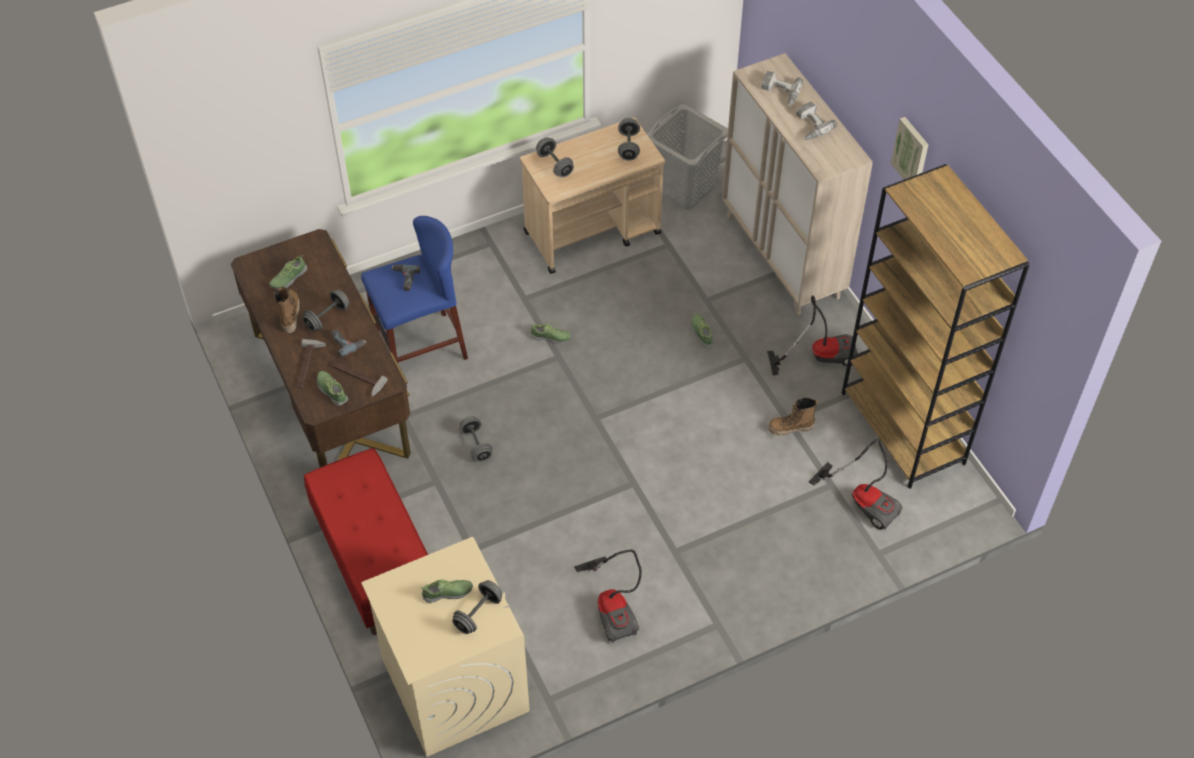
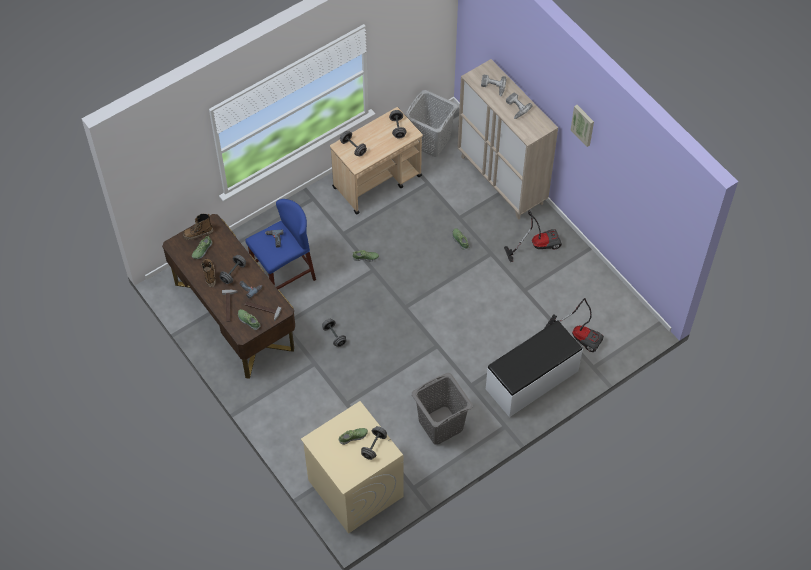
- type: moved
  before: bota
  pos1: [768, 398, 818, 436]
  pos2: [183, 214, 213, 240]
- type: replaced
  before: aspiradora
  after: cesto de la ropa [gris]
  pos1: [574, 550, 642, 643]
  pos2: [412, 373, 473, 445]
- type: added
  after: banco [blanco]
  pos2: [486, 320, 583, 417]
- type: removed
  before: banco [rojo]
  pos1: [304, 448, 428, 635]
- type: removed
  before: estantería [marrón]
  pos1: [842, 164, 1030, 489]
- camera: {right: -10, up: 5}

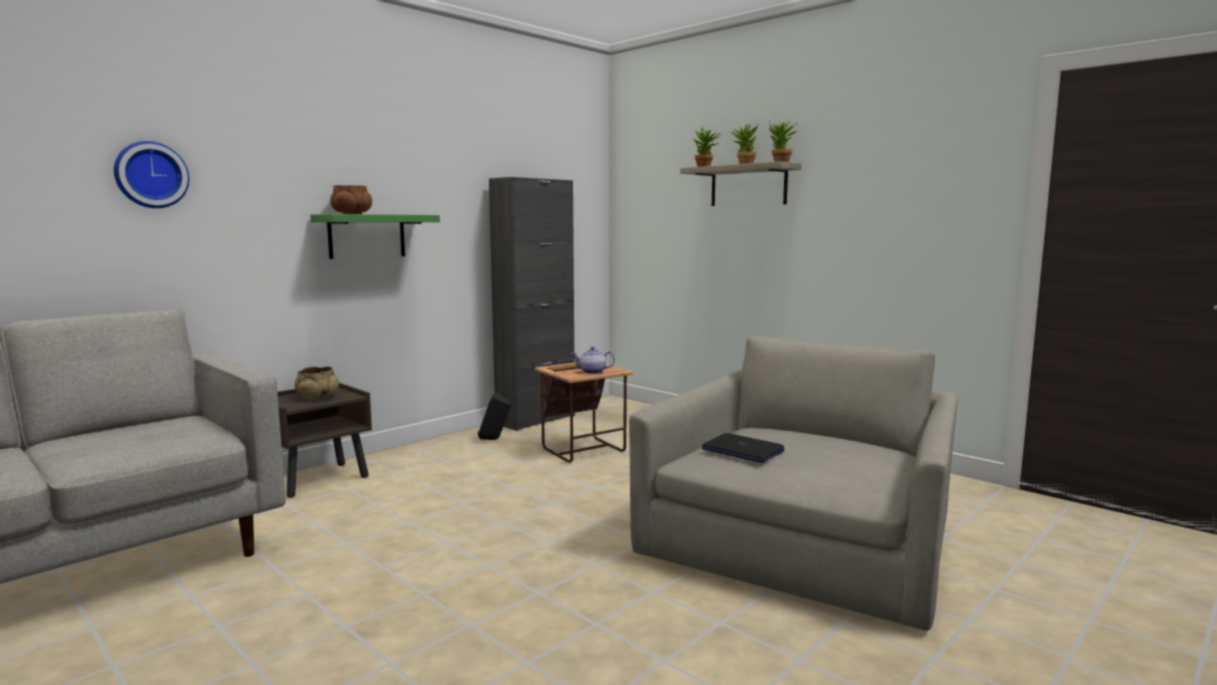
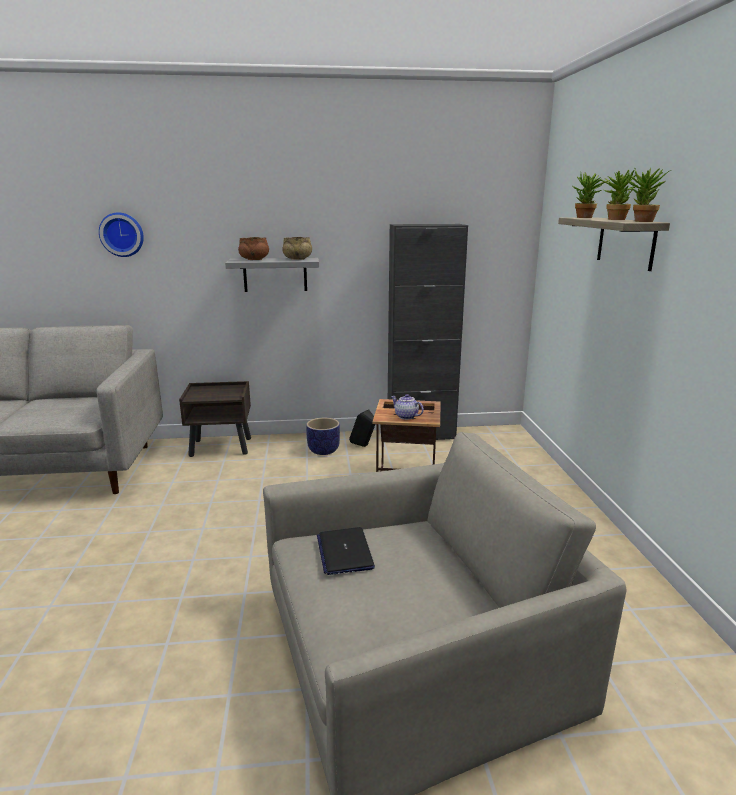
- type: recoloured
  before: estante [verde]
  after: estante [gris]
  pos1: [310, 214, 440, 259]
  pos2: [225, 258, 319, 292]
- type: moved
  before: cuenco [beis]
  pos1: [295, 367, 339, 400]
  pos2: [282, 237, 312, 260]
- type: added
  after: maceta
  pos2: [306, 418, 340, 455]
- camera: {right: 40, up: 10}

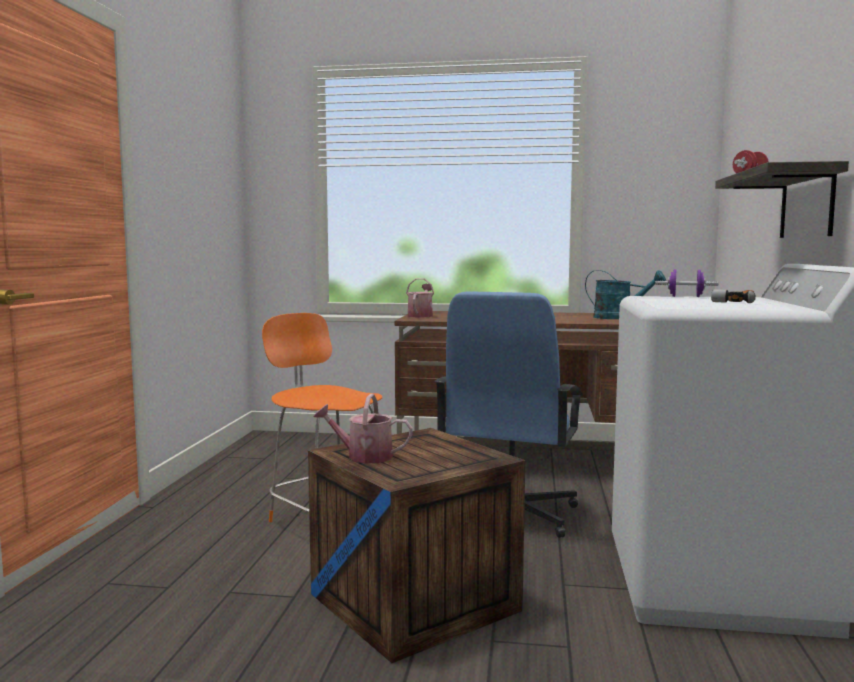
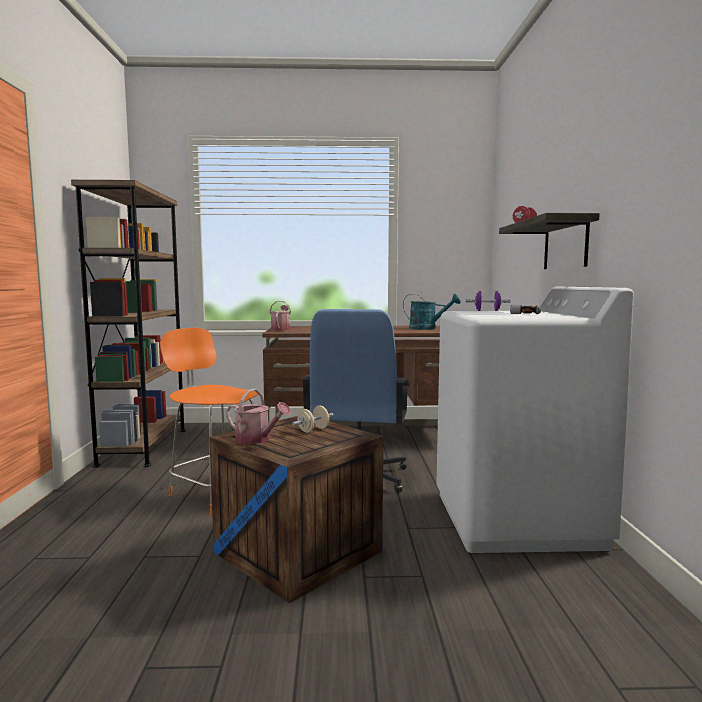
- type: added
  after: estantería [marrón]
  pos2: [71, 180, 186, 467]
- type: turned
  before: regadera
  pos1: [314, 394, 413, 464]
  pos2: [226, 389, 291, 444]
  turn: -150
- type: added
  after: mancuerna [beis]
  pos2: [292, 406, 334, 433]
- camera: {right: -10, up: 0}

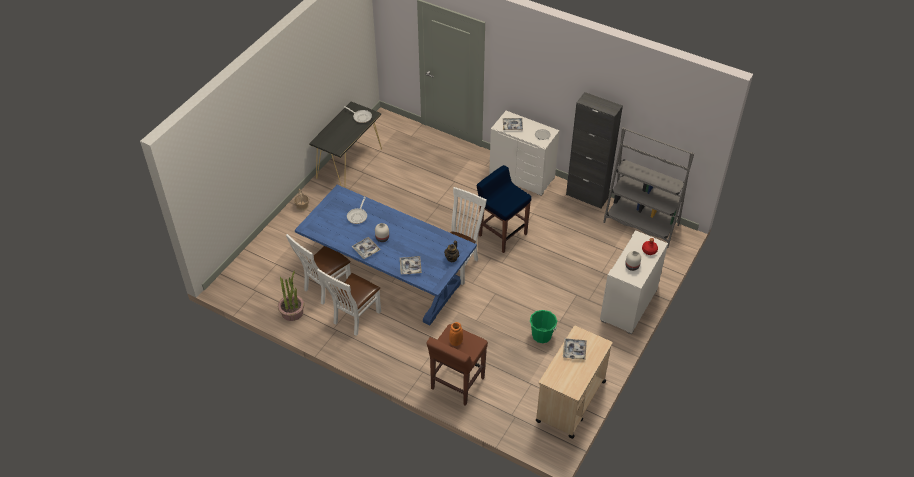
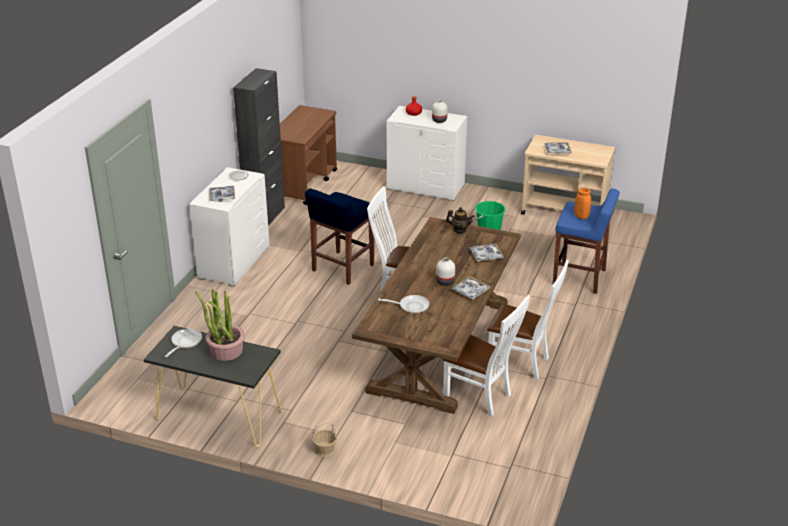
- type: moved
  before: planta en maceta
  pos1: [278, 270, 304, 321]
  pos2: [195, 289, 245, 361]
- type: replaced
  before: estantería [gris]
  after: carrito [marrón]
  pos1: [603, 127, 694, 248]
  pos2: [280, 105, 337, 205]
- type: recoloured
  before: mesa de comedor [azul]
  after: mesa de comedor [marrón]
  pos1: [295, 185, 477, 325]
  pos2: [352, 217, 521, 414]
- type: recoloured
  before: taburete [marrón]
  after: taburete [azul]
  pos1: [426, 324, 488, 406]
  pos2: [553, 188, 620, 294]
- camera: {right: -100, up: -15}

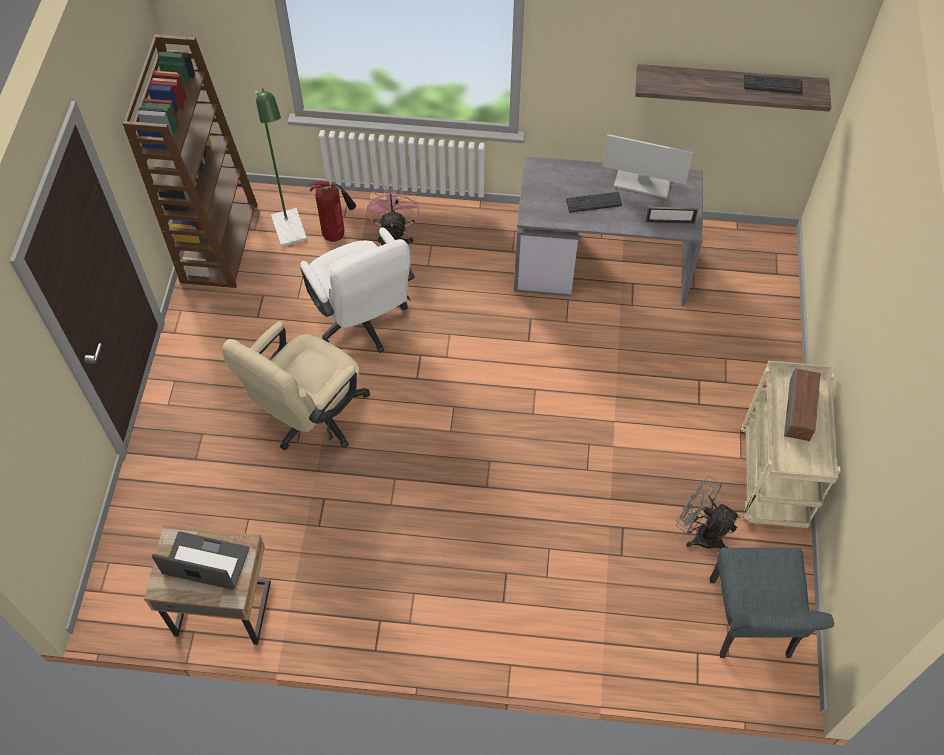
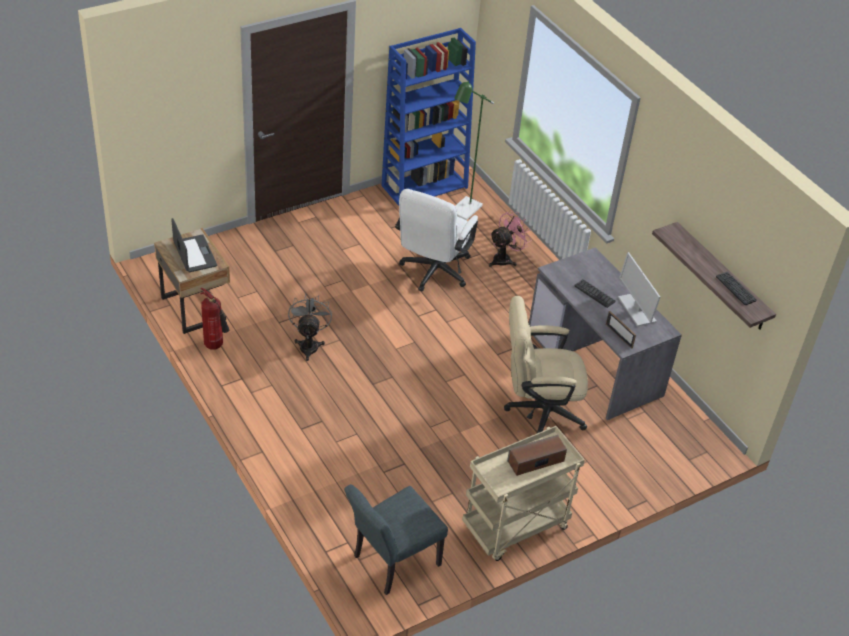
- type: moved
  before: extintor
  pos1: [309, 180, 356, 242]
  pos2: [200, 288, 229, 350]
- type: moved
  before: ventilador [gris]
  pos1: [676, 476, 740, 549]
  pos2: [288, 294, 332, 361]
- type: recoloured
  before: estantería [marrón]
  after: estantería [azul]
  pos1: [123, 34, 258, 288]
  pos2: [382, 28, 476, 206]
- type: moved
  before: silla de oficina [beis]
  pos1: [222, 321, 370, 451]
  pos2: [504, 296, 588, 433]
- camera: {right: 50, up: -15}

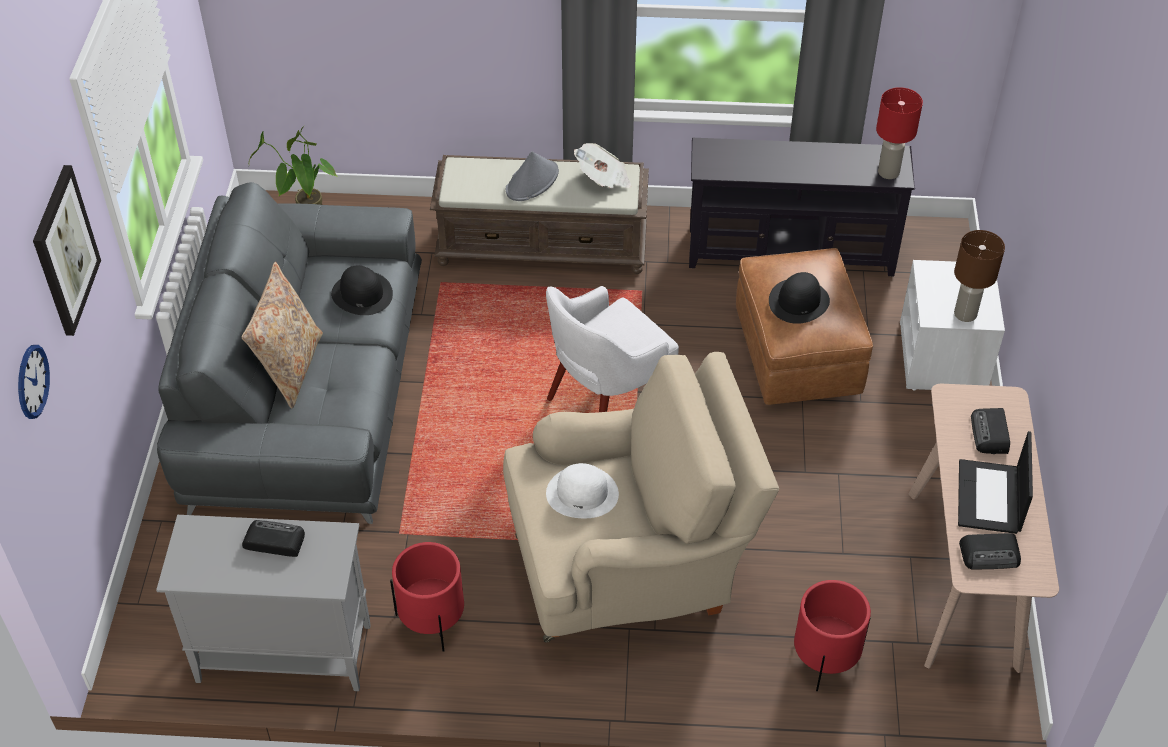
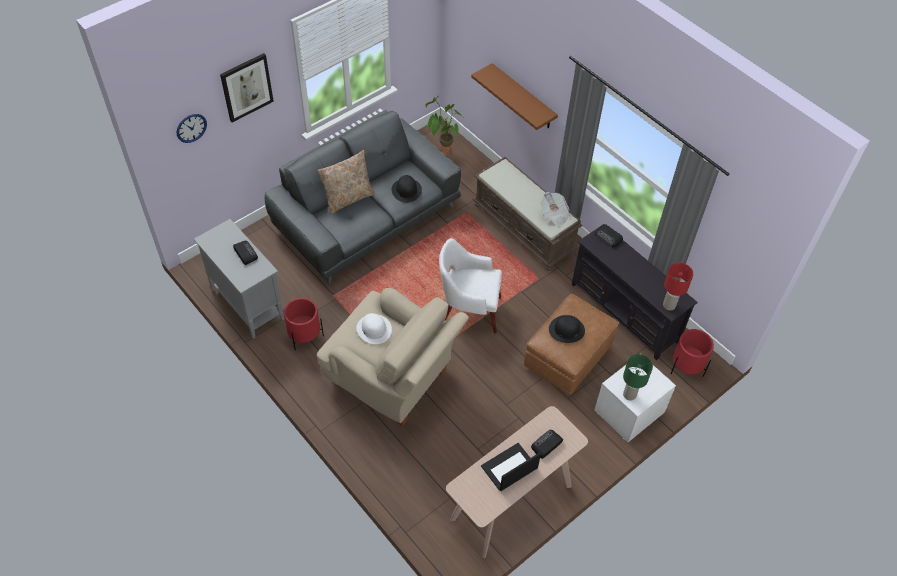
- type: added
  after: estante [marrón]
  pos2: [471, 63, 558, 130]
- type: moved
  before: radio
  pos1: [959, 533, 1021, 569]
  pos2: [595, 224, 623, 248]
- type: recoloured
  before: lámpara de mesa [marrón]
  after: lámpara de mesa [verde]
  pos1: [954, 230, 1005, 322]
  pos2: [623, 354, 653, 401]
- type: moved
  before: maceta [rojo]
  pos1: [794, 580, 871, 691]
  pos2: [671, 329, 714, 377]
- type: removed
  before: sombrero [gris]
  pos1: [506, 151, 559, 201]
- camera: {right: 45, up: 5}

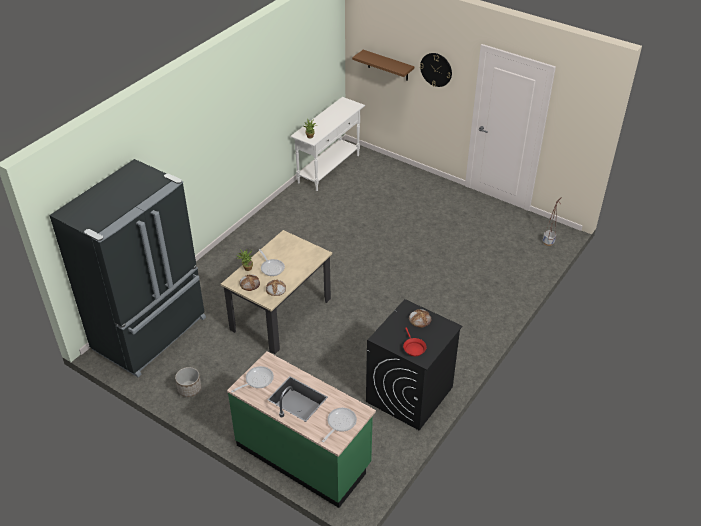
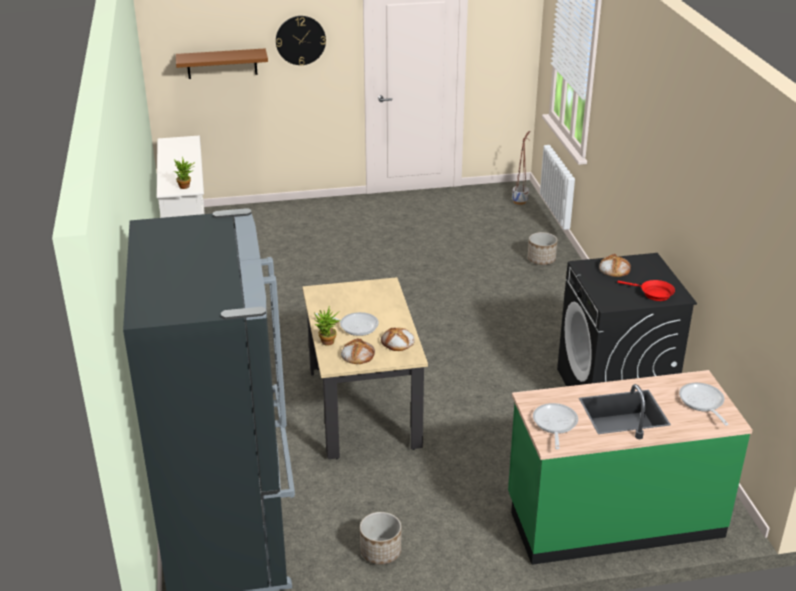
- type: added
  after: maceta
  pos2: [528, 232, 557, 265]
- camera: {right: -45, up: -10}

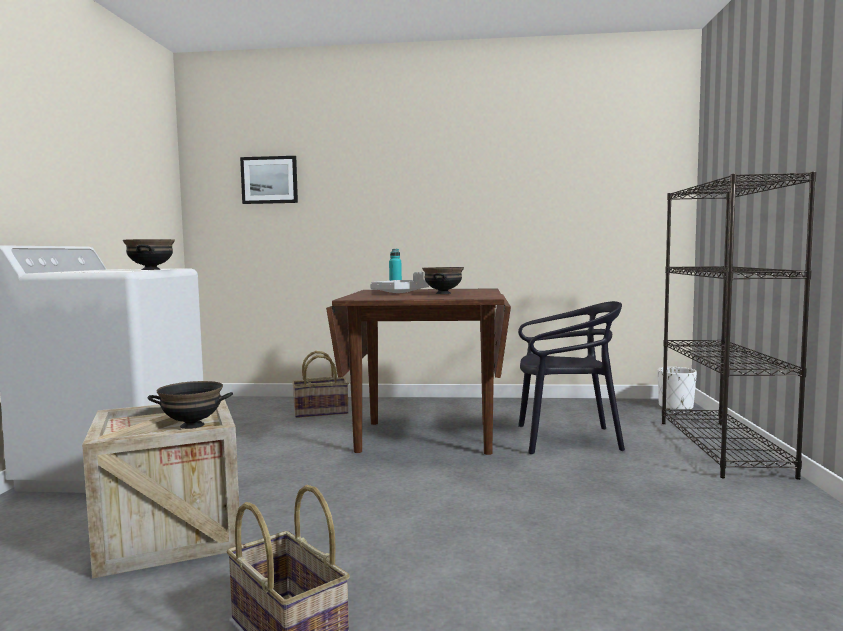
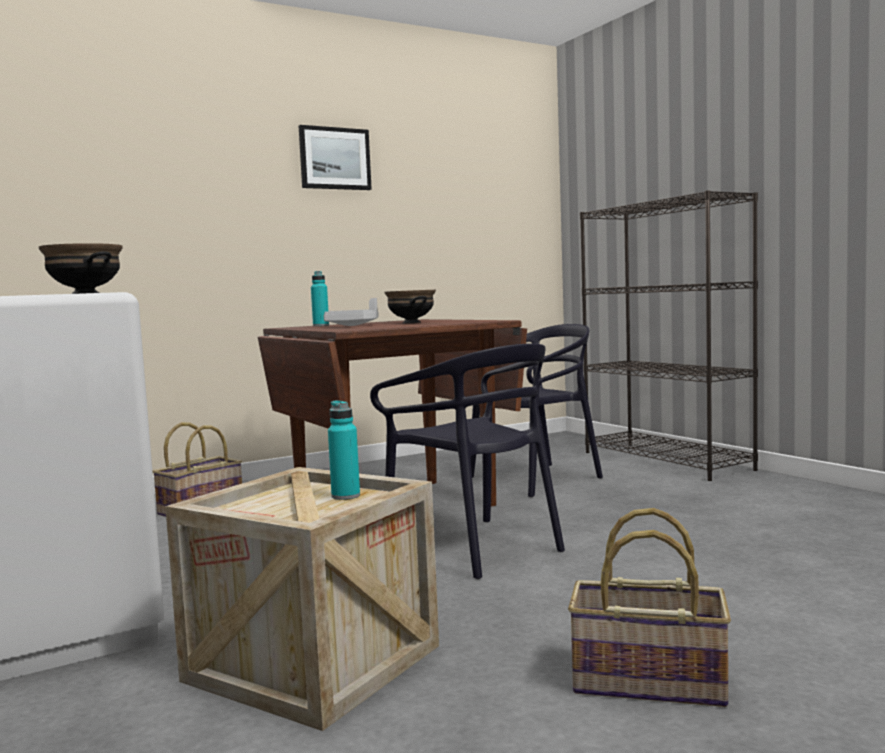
- type: moved
  before: cuadro
  pos1: [240, 156, 298, 204]
  pos2: [299, 125, 372, 190]
- type: replaced
  before: cuenco [negro]
  after: botella [turquesa]
  pos1: [148, 381, 233, 429]
  pos2: [328, 400, 360, 500]
- type: added
  after: silla [negro]
  pos2: [370, 343, 565, 579]
- type: removed
  before: maceta [blanco]
  pos1: [657, 367, 697, 410]
- camera: {right: -35, up: 0}

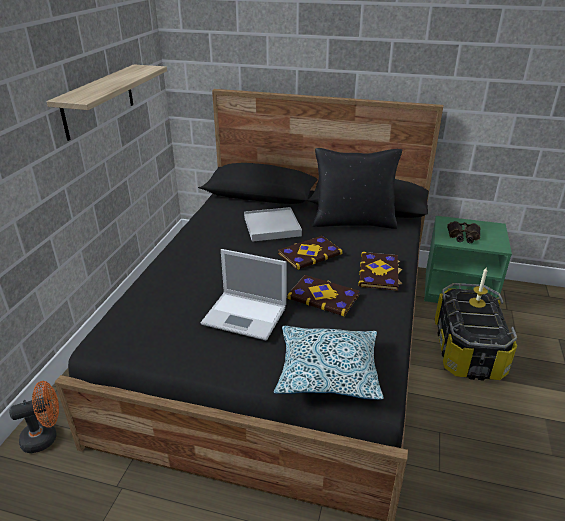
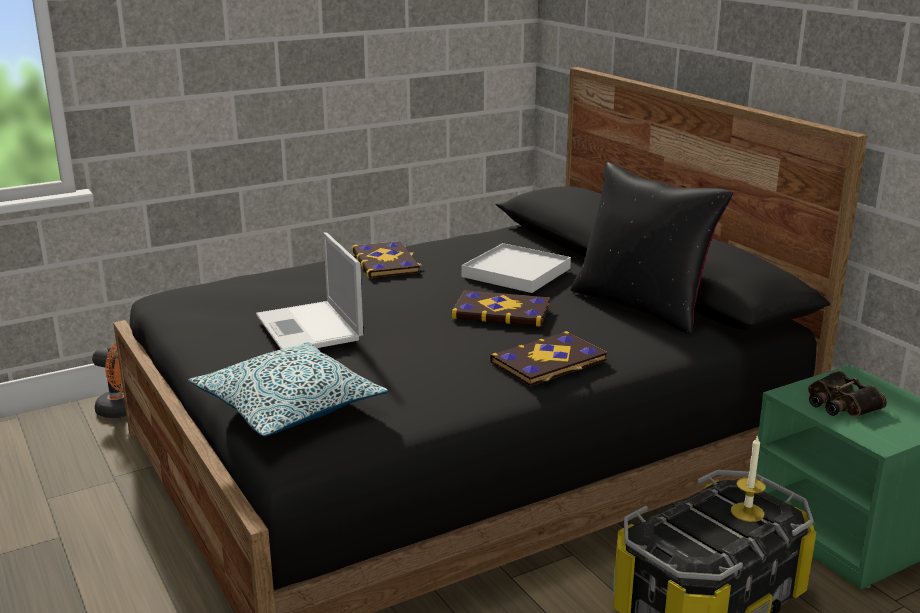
- type: moved
  before: libro
  pos1: [287, 275, 360, 316]
  pos2: [351, 241, 422, 278]
- type: removed
  before: estante
  pos1: [47, 64, 167, 141]
- camera: {right: 45, up: -10}

